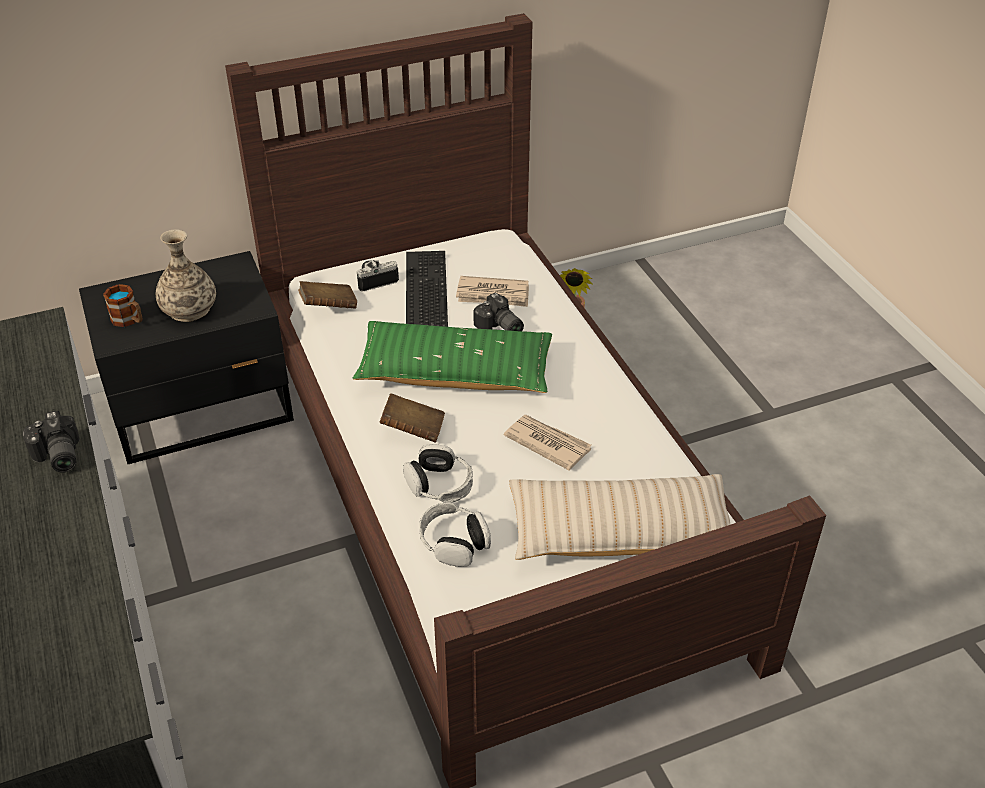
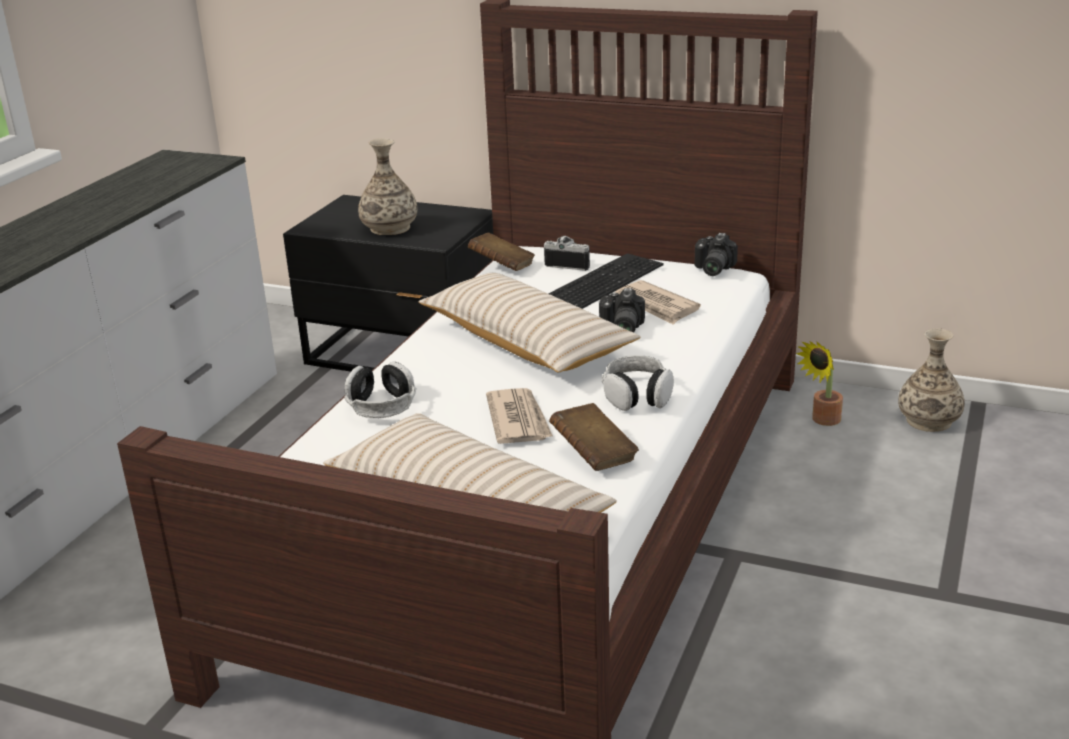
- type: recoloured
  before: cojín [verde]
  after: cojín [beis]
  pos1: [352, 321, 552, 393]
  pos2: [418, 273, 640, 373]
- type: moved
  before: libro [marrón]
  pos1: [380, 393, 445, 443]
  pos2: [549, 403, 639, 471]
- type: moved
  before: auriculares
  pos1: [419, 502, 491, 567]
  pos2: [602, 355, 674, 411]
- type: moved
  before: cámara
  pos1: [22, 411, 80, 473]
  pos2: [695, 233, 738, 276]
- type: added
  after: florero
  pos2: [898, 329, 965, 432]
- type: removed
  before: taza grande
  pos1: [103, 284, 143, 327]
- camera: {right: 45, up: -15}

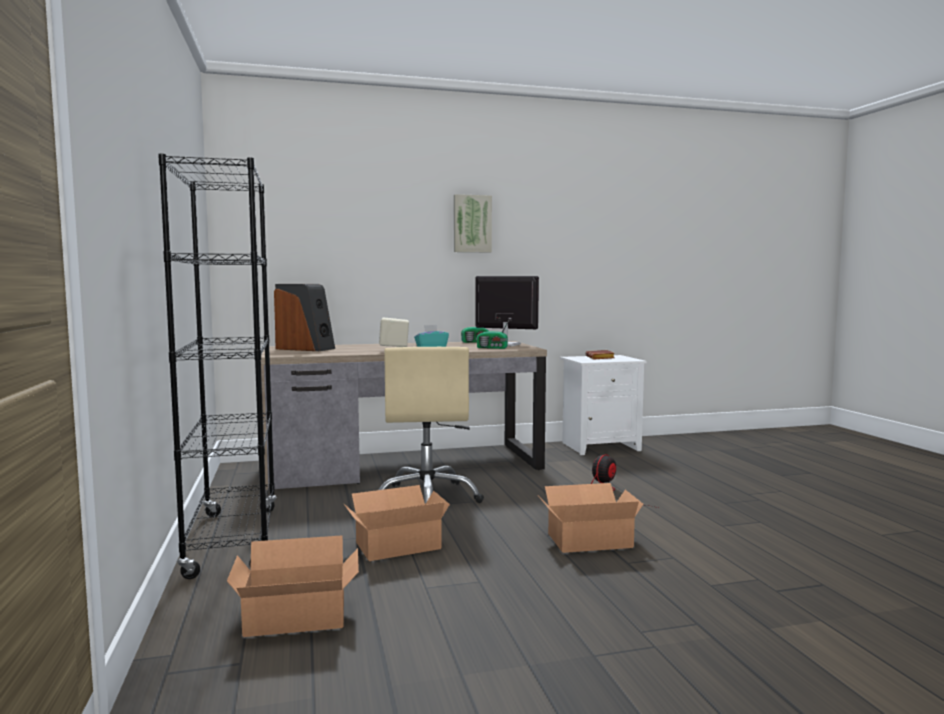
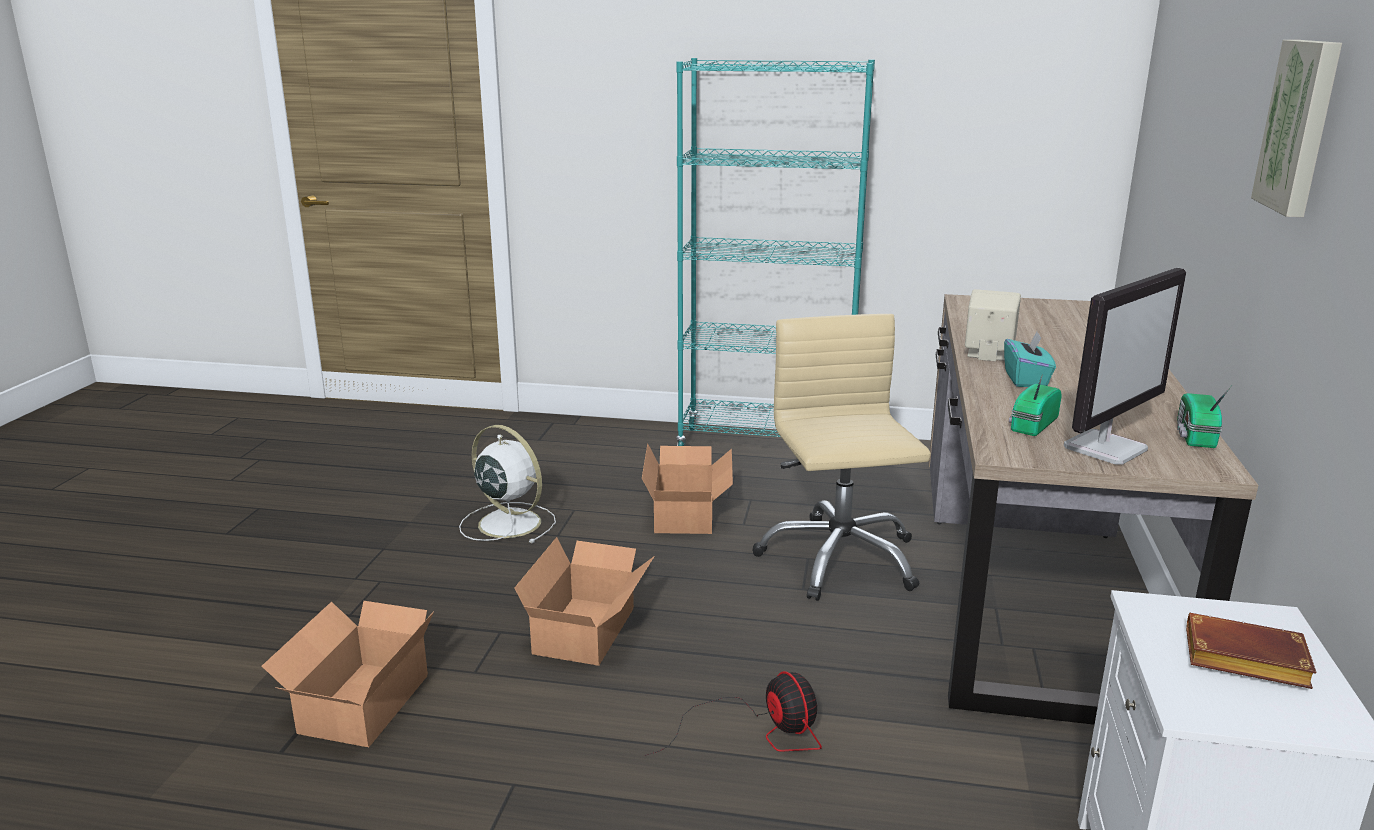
- type: moved
  before: caja de cartón
  pos1: [227, 535, 359, 637]
  pos2: [262, 601, 434, 747]
- type: added
  after: ventilador [blanco]
  pos2: [459, 425, 556, 543]
- type: recoloured
  before: estantería [negro]
  after: estantería [turquesa]
  pos1: [158, 154, 277, 579]
  pos2: [676, 58, 875, 446]
- type: turned
  before: silla de oficina [beis]
  pos1: [378, 347, 484, 504]
  pos2: [753, 314, 931, 601]
  turn: 60
- type: removed
  before: altavoz
  pos1: [274, 284, 335, 351]
- camera: {right: 115, up: 15}

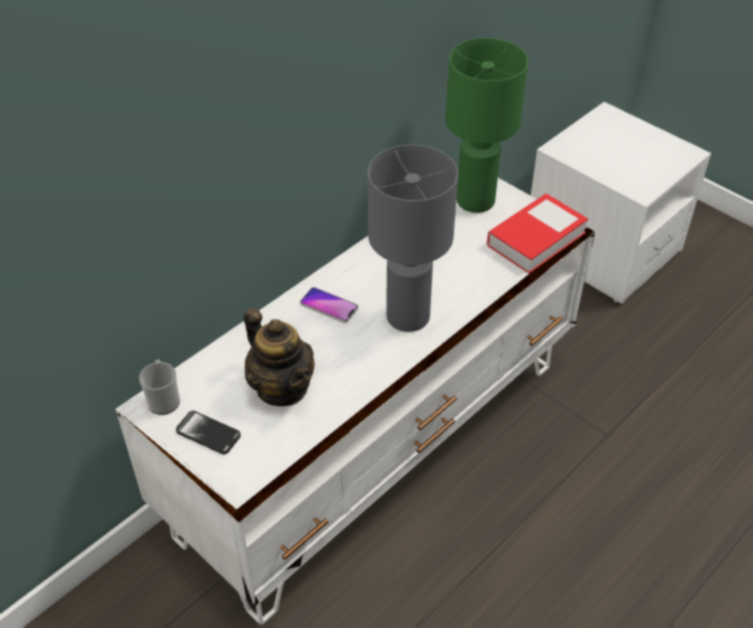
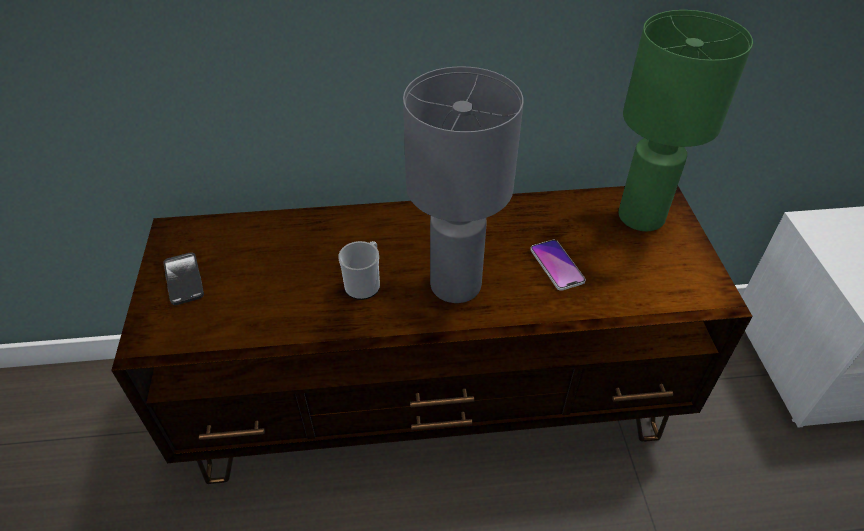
- type: recoloured
  before: mueble de televisión [blanco]
  after: mueble de televisión [marrón]
  pos1: [115, 178, 595, 625]
  pos2: [111, 186, 752, 484]
- type: moved
  before: taza grande
  pos1: [139, 360, 180, 415]
  pos2: [338, 241, 380, 300]
- type: moved
  before: móvil
  pos1: [300, 287, 358, 323]
  pos2: [530, 240, 586, 291]
- type: removed
  before: tetera
  pos1: [244, 308, 314, 406]
- type: removed
  before: libro
  pos1: [487, 194, 588, 274]
- camera: {right: 40, up: 0}

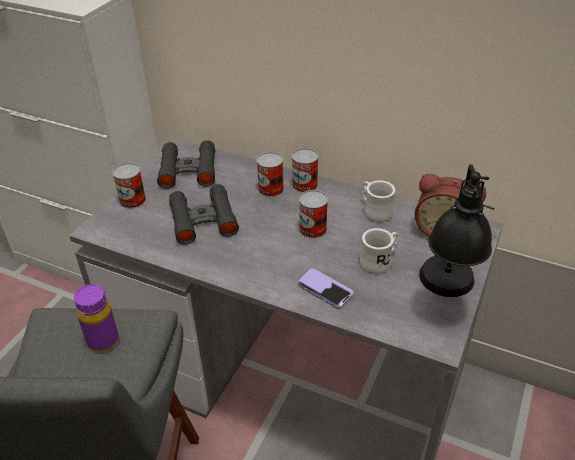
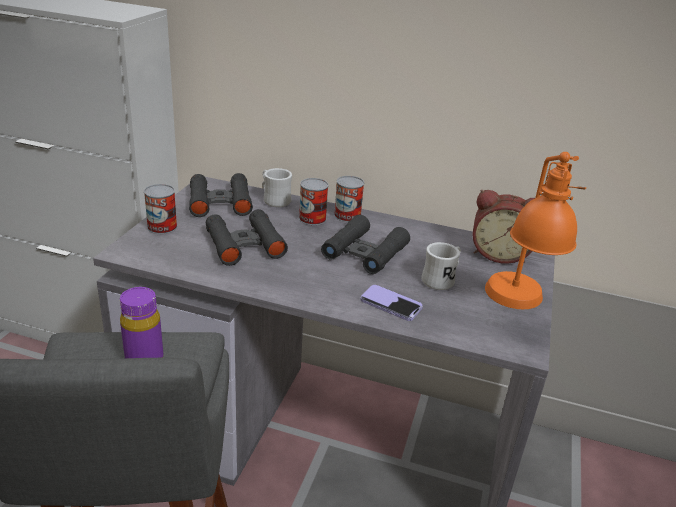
- type: moved
  before: taza grande [blanco]
  pos1: [362, 180, 396, 222]
  pos2: [262, 168, 292, 207]
- type: replaced
  before: lata
  after: prismáticos [negro]
  pos1: [299, 190, 328, 238]
  pos2: [321, 215, 410, 274]
- type: recoloured
  before: lámpara de mesa [negro]
  after: lámpara de mesa [naranja]
  pos1: [419, 164, 495, 297]
  pos2: [485, 152, 586, 309]
- camera: {right: -10, up: -10}

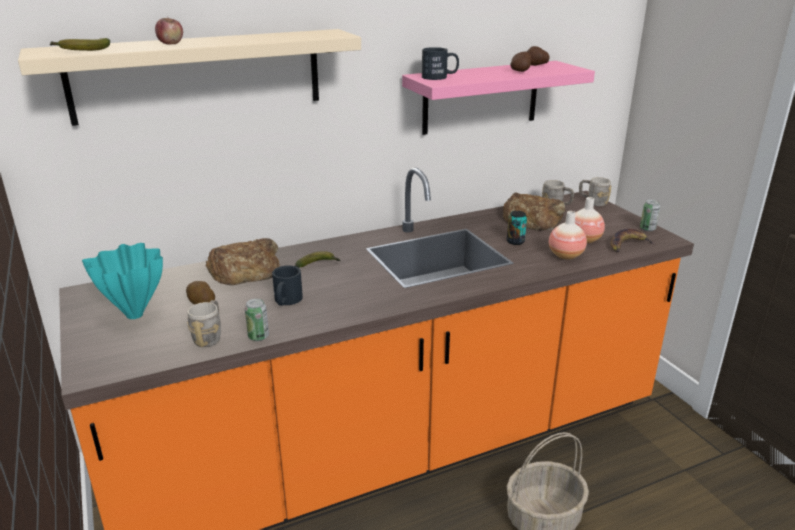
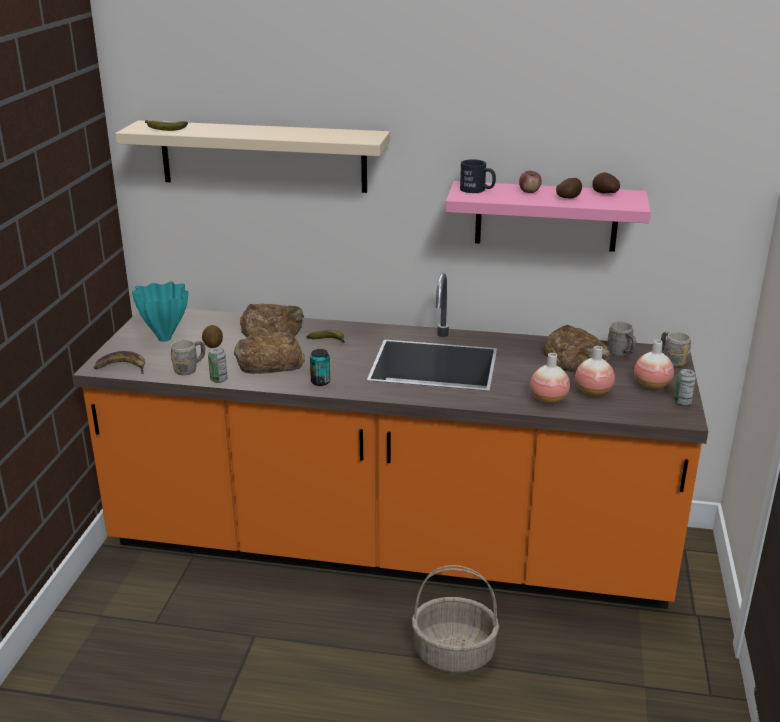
- type: moved
  before: plátano
  pos1: [611, 229, 654, 252]
  pos2: [94, 351, 145, 374]
- type: replaced
  before: taza grande [negro]
  after: pan
  pos1: [272, 265, 303, 306]
  pos2: [234, 332, 305, 374]
- type: moved
  before: lata
  pos1: [507, 211, 527, 245]
  pos2: [310, 349, 330, 386]
- type: moved
  before: manzana
  pos1: [155, 16, 183, 45]
  pos2: [519, 171, 542, 193]
- type: added
  after: florero
  pos2: [634, 340, 674, 390]
- camera: {right: 35, up: 0}

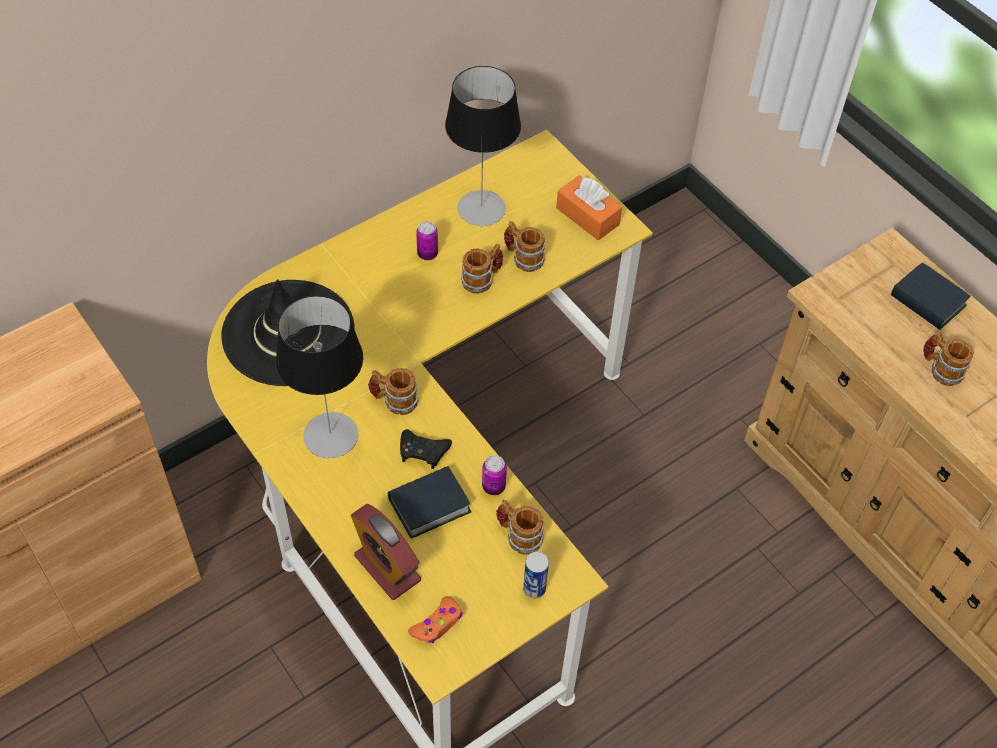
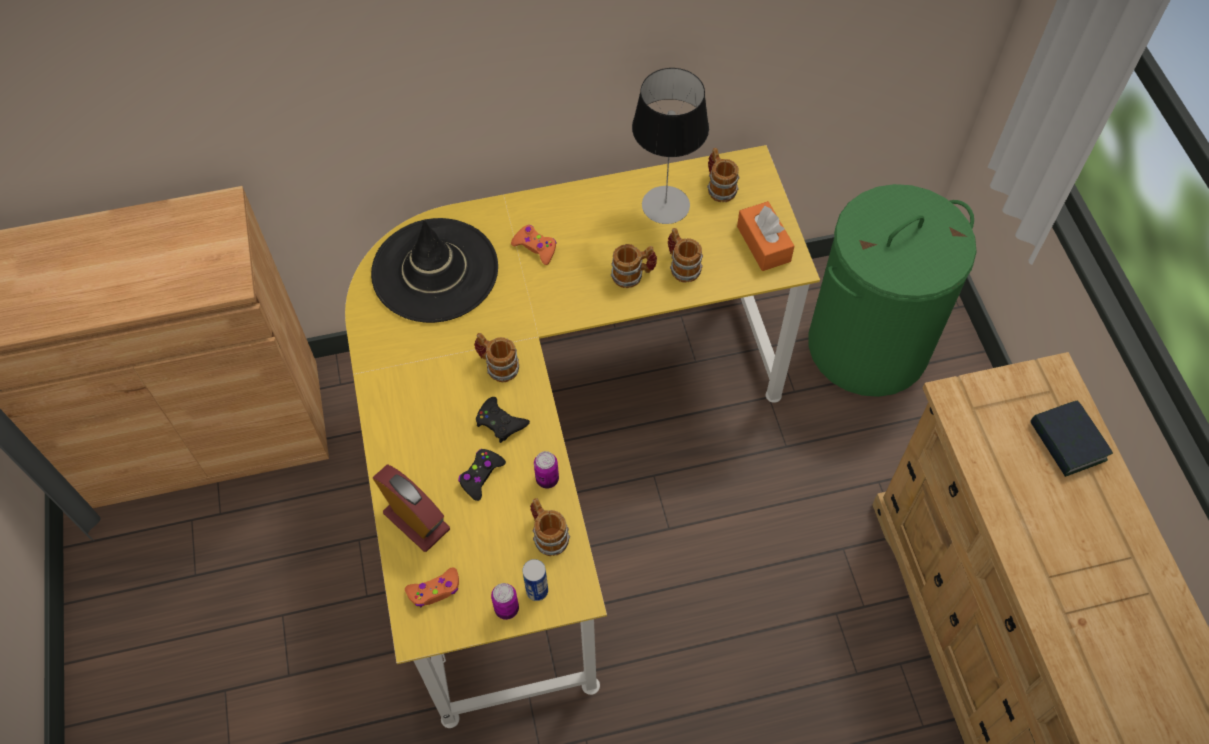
- type: turned
  before: despertador
  pos1: [351, 504, 421, 600]
  pos2: [373, 465, 450, 552]
  turn: 150
- type: replaced
  before: libro
  after: mando de consola [negro]
  pos1: [388, 466, 471, 539]
  pos2: [458, 449, 506, 501]
- type: moved
  before: lata
  pos1: [416, 221, 438, 260]
  pos2: [491, 583, 519, 620]
- type: added
  after: mando de consola [naranja]
  pos2: [511, 225, 557, 265]
- type: moved
  before: taza grande
  pos1: [923, 331, 974, 386]
  pos2: [707, 148, 740, 202]
- type: added
  after: cesto de la ropa [verde]
  pos2: [809, 184, 977, 397]
- type: removed
  before: lámpara de mesa
  pos1: [276, 295, 363, 458]
- camera: {right: 25, up: 5}

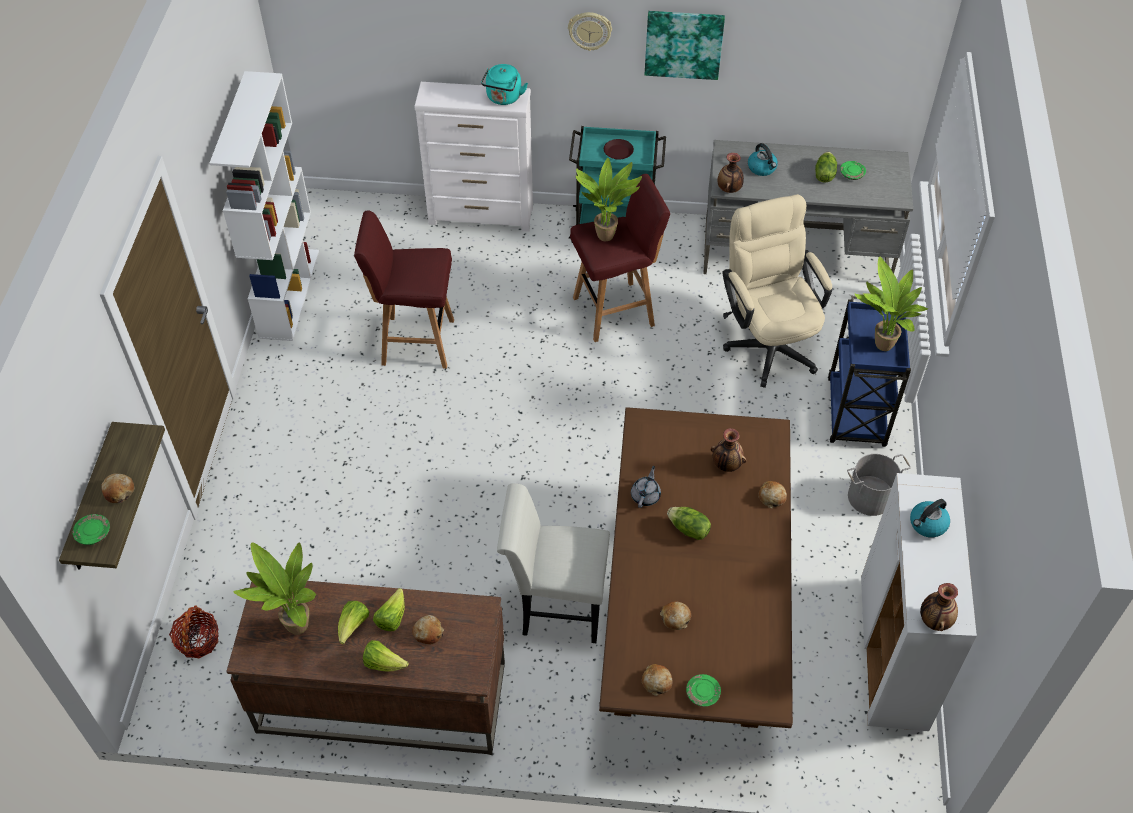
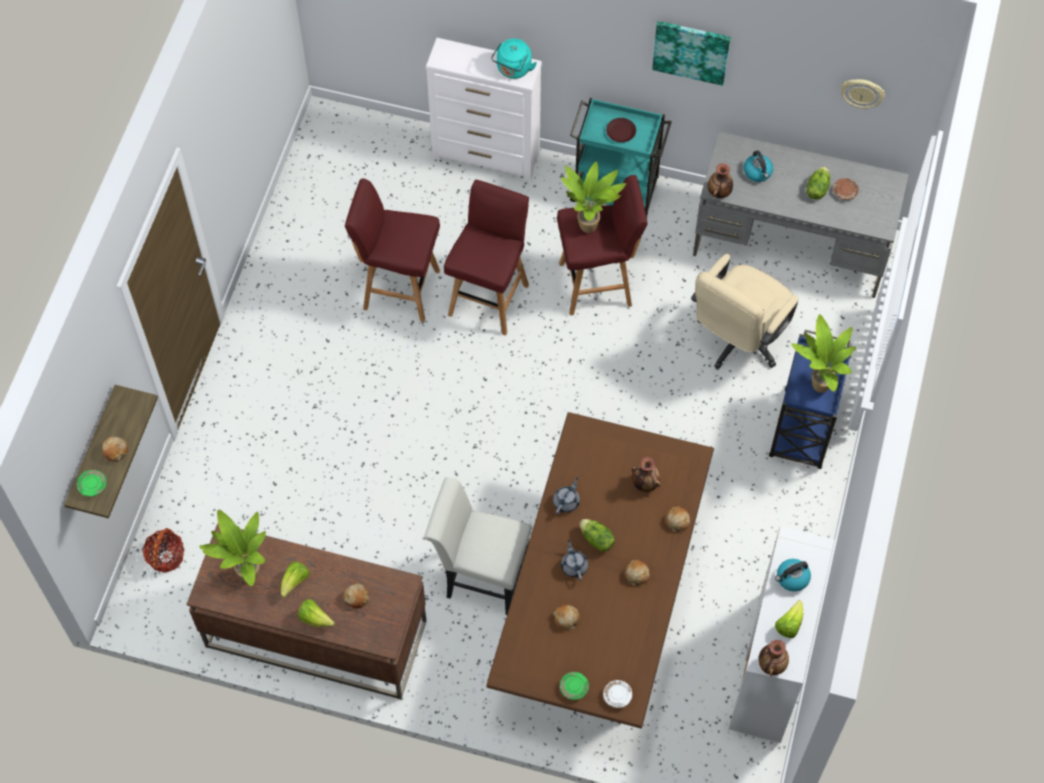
- type: added
  after: taburete [rojo]
  pos2: [444, 180, 529, 336]
- type: added
  after: tetera [gris]
  pos2: [561, 539, 588, 581]
- type: added
  after: plato [blanco]
  pos2: [603, 680, 632, 708]
- type: moved
  before: pan
  pos1: [642, 664, 673, 696]
  pos2: [625, 560, 650, 586]
- type: turned
  before: silla de oficina [beis]
  pos1: [723, 194, 832, 388]
  pos2: [691, 254, 798, 369]
  turn: -135
- type: moved
  before: lechuga
  pos1: [373, 588, 405, 631]
  pos2: [775, 600, 803, 638]
- type: recoloured
  before: plato [verde]
  after: plato [marrón]
  pos1: [840, 161, 866, 180]
  pos2: [833, 178, 859, 200]
- type: moved
  before: reloj de pared
  pos1: [568, 12, 612, 51]
  pos2: [841, 79, 885, 109]
- type: removed
  before: estantería [blanco]
  pos1: [210, 71, 319, 341]
- type: removed
  before: cubo [gris]
  pos1: [847, 454, 911, 516]
- camera: {right: 10, up: 10}

